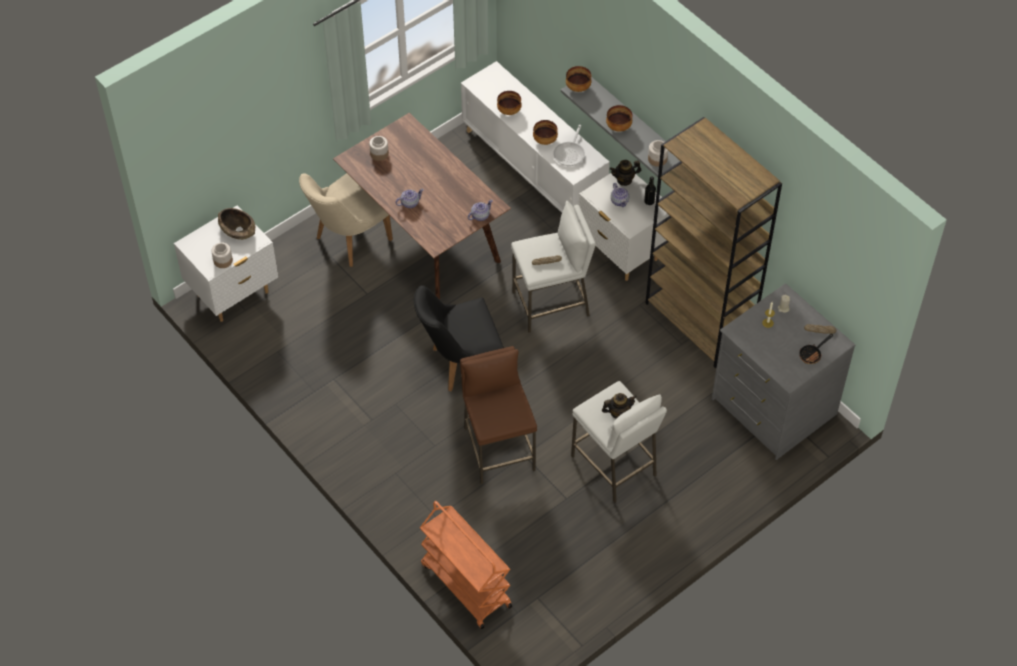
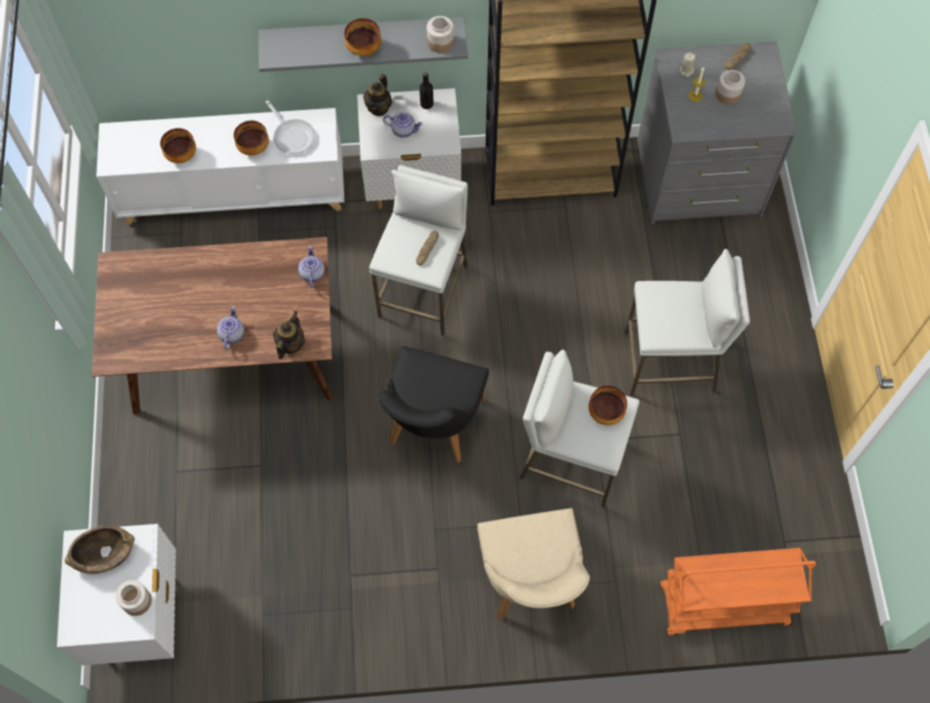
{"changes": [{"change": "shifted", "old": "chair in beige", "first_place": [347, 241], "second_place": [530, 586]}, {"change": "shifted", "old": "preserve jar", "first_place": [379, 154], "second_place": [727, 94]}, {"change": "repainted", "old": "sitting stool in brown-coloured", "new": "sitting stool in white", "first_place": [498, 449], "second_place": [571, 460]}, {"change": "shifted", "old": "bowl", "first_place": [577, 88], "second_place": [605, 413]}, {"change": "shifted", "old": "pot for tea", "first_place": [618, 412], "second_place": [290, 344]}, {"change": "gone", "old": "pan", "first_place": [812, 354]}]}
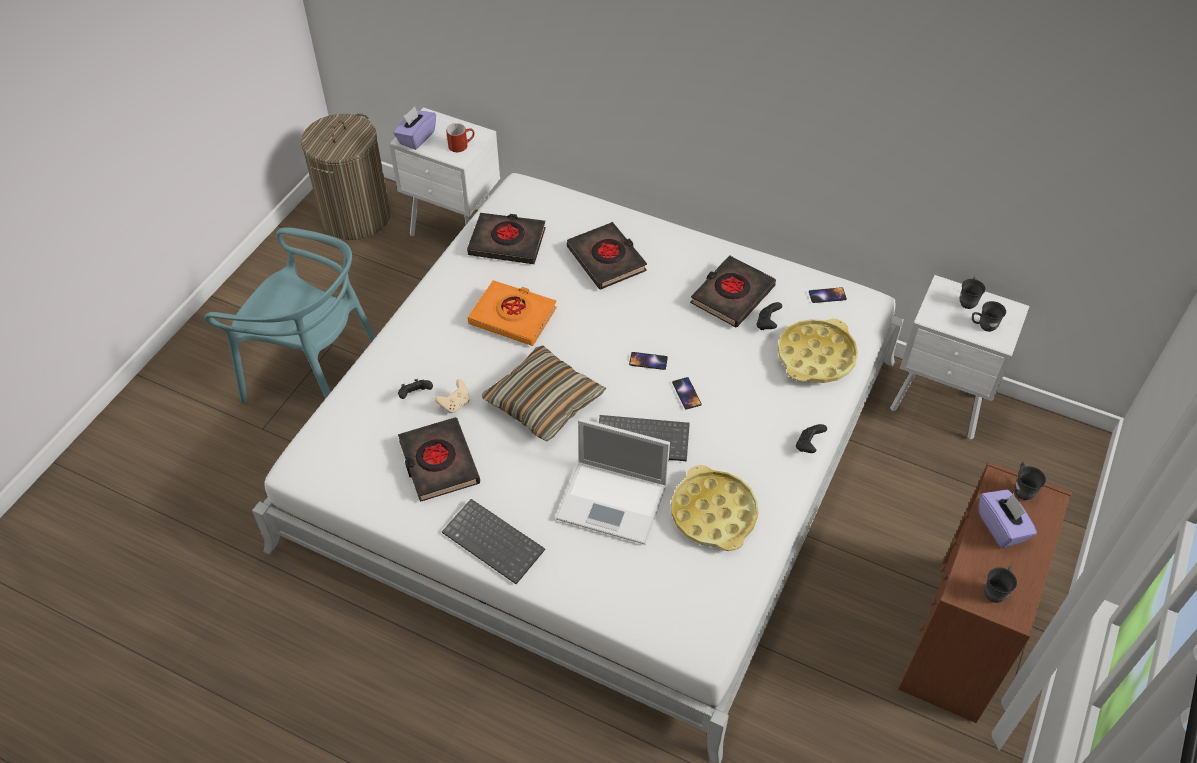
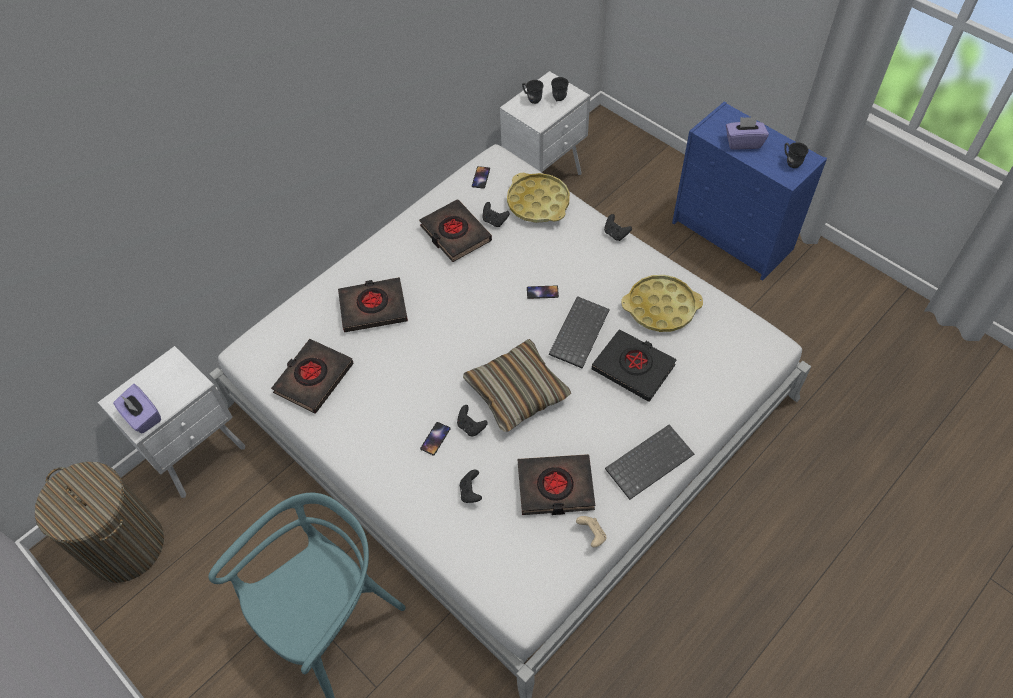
{"changes": [{"change": "shifted", "old": "game controller in beige", "first_place": [455, 404], "second_place": [592, 535]}, {"change": "gone", "old": "mug in red", "first_place": [461, 145]}, {"change": "gone", "old": "bound book in orange", "first_place": [513, 317]}, {"change": "swapped", "old": "portable computer", "new": "bound book in black", "first_place": [614, 502], "second_place": [633, 368]}, {"change": "shifted", "old": "handset", "first_place": [648, 361], "second_place": [435, 438]}, {"change": "repainted", "old": "chest of drawers in brown-coloured", "new": "chest of drawers in blue", "first_place": [958, 639], "second_place": [733, 236]}, {"change": "gone", "old": "mug in greyish", "first_place": [1022, 489]}, {"change": "new", "new": "game controller in black", "second_place": [471, 427]}]}
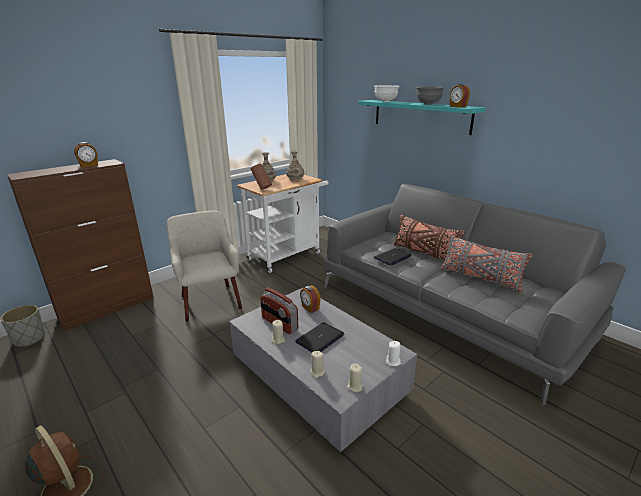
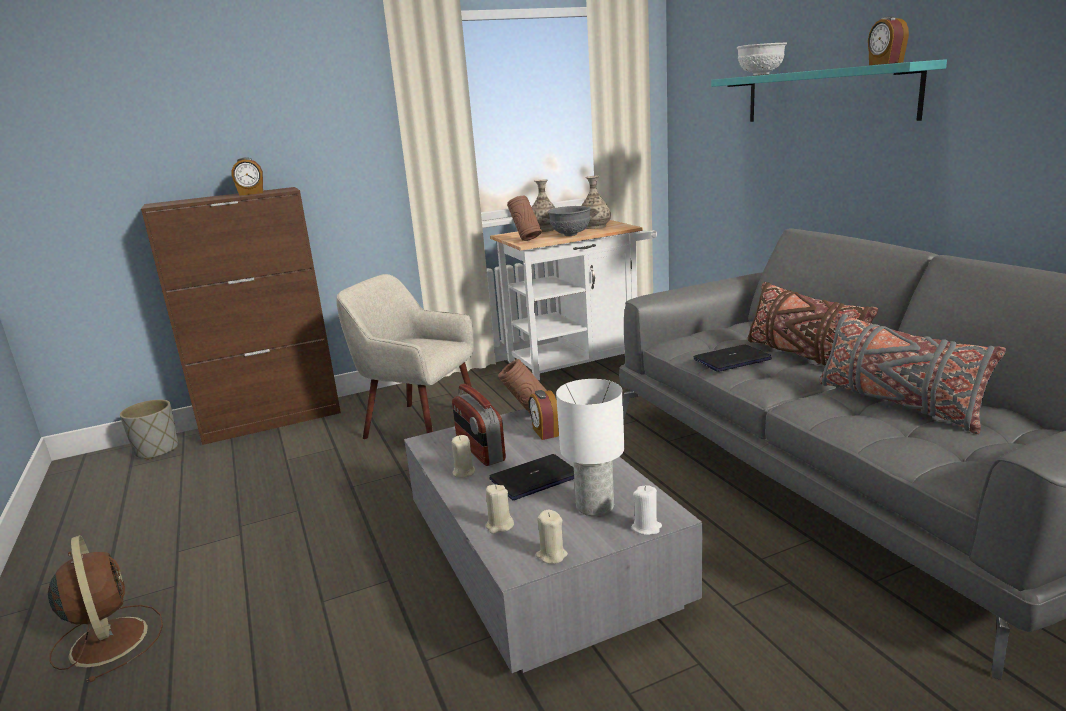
{"changes": [{"change": "rotated", "old": "armchair in beige", "first_place": [210, 301], "second_place": [420, 425], "degrees": -60}, {"change": "shifted", "old": "bowl in greyish", "first_place": [427, 104], "second_place": [570, 235]}, {"change": "new", "new": "decorative vase in brown-coloured", "second_place": [527, 413]}, {"change": "new", "new": "table lamp in white", "second_place": [593, 506]}]}
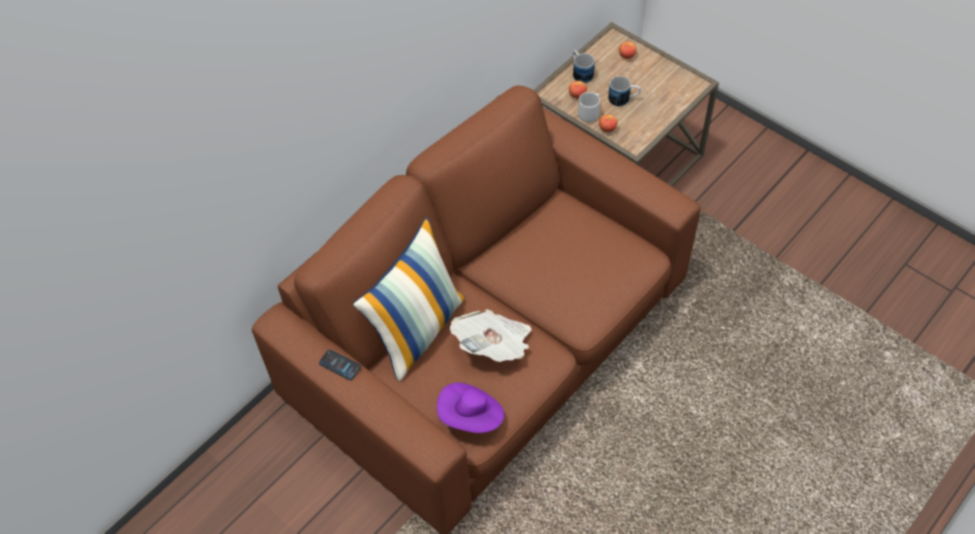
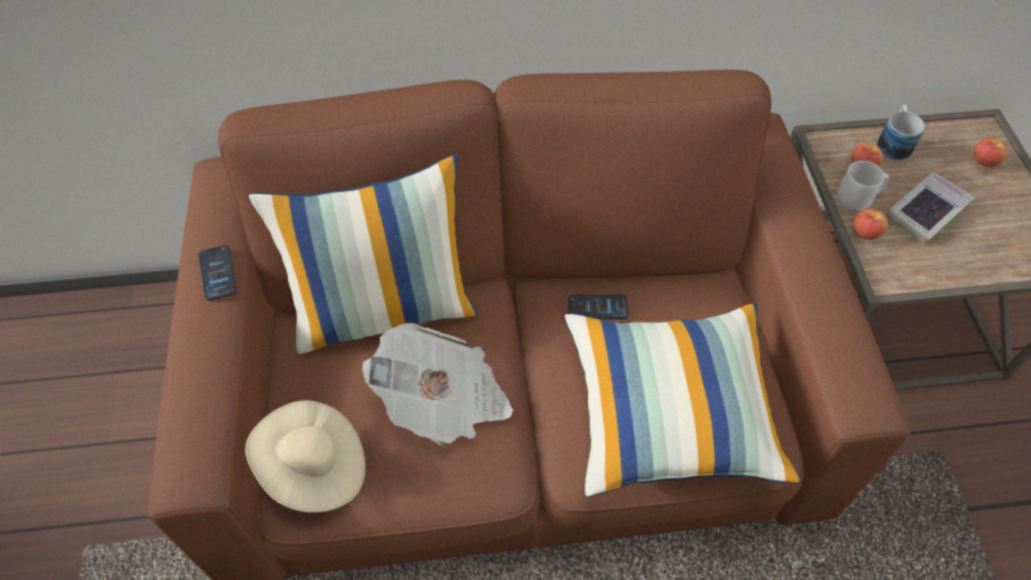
{"changes": [{"change": "repainted", "old": "hat in purplish", "new": "hat in beige", "first_place": [471, 417], "second_place": [314, 469]}, {"change": "swapped", "old": "mug", "new": "bound book", "first_place": [623, 99], "second_place": [926, 211]}, {"change": "new", "new": "pillow", "second_place": [671, 410]}, {"change": "new", "new": "handset", "second_place": [597, 308]}]}
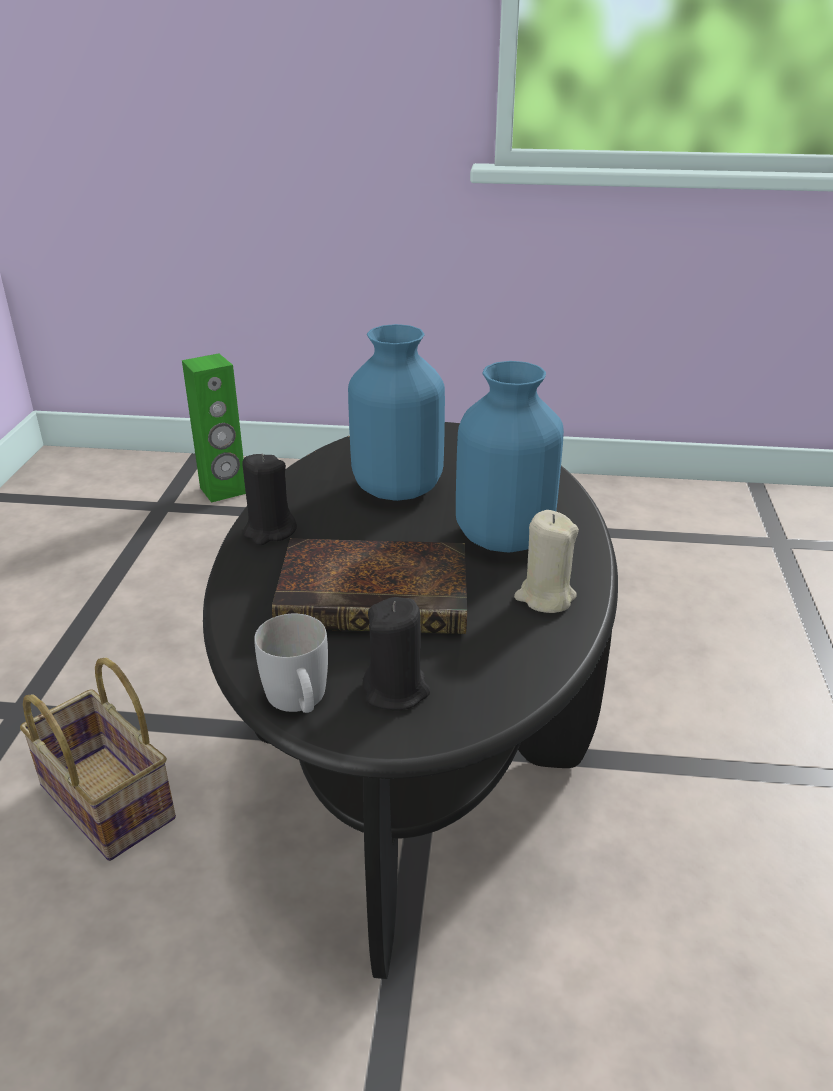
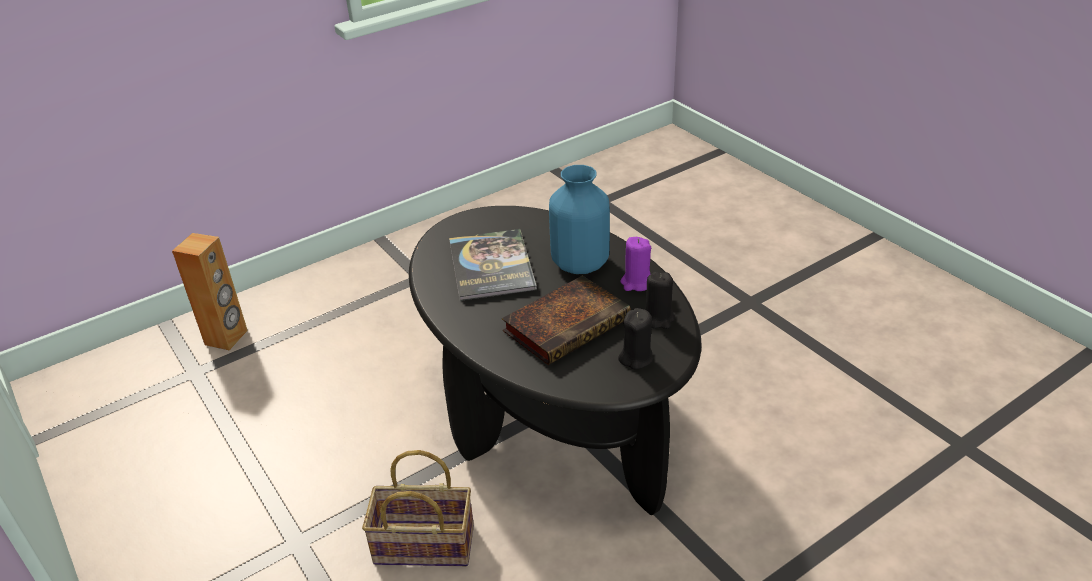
{"changes": [{"change": "repainted", "old": "speaker in green-coloured", "new": "speaker in brown-coloured", "first_place": [223, 490], "second_place": [226, 337]}, {"change": "shifted", "old": "wax candle in black", "first_place": [269, 531], "second_place": [658, 318]}, {"change": "gone", "old": "mug in white", "first_place": [299, 702]}, {"change": "swapped", "old": "decorative vase in blue", "new": "bound book", "first_place": [396, 488], "second_place": [491, 266]}, {"change": "repainted", "old": "wax candle in beige", "new": "wax candle in purplish", "first_place": [545, 597], "second_place": [636, 283]}]}
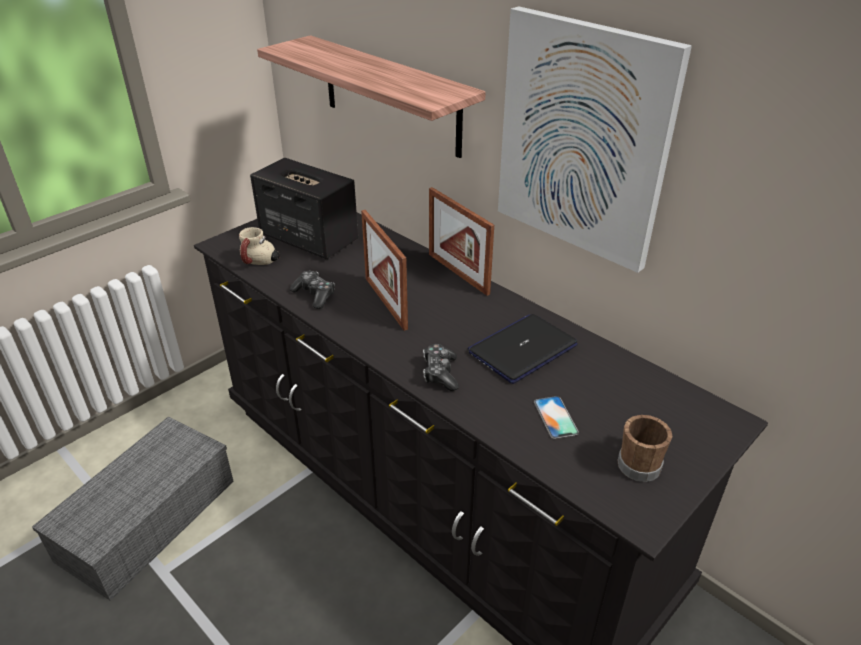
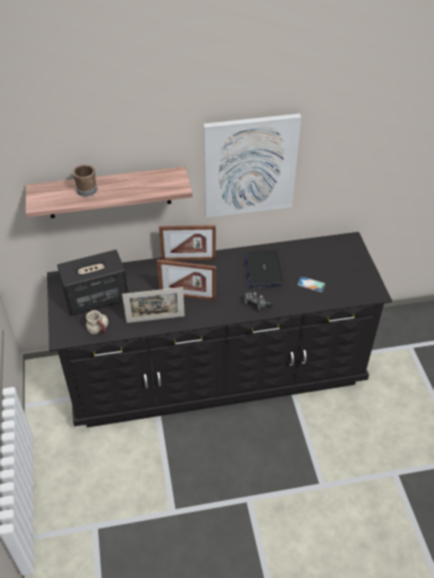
{"changes": [{"change": "gone", "old": "storage bin in greyish", "first_place": [147, 522]}, {"change": "swapped", "old": "game controller", "new": "standing frame", "first_place": [314, 295], "second_place": [155, 319]}, {"change": "shifted", "old": "mug in brown-coloured", "first_place": [639, 462], "second_place": [85, 189]}]}
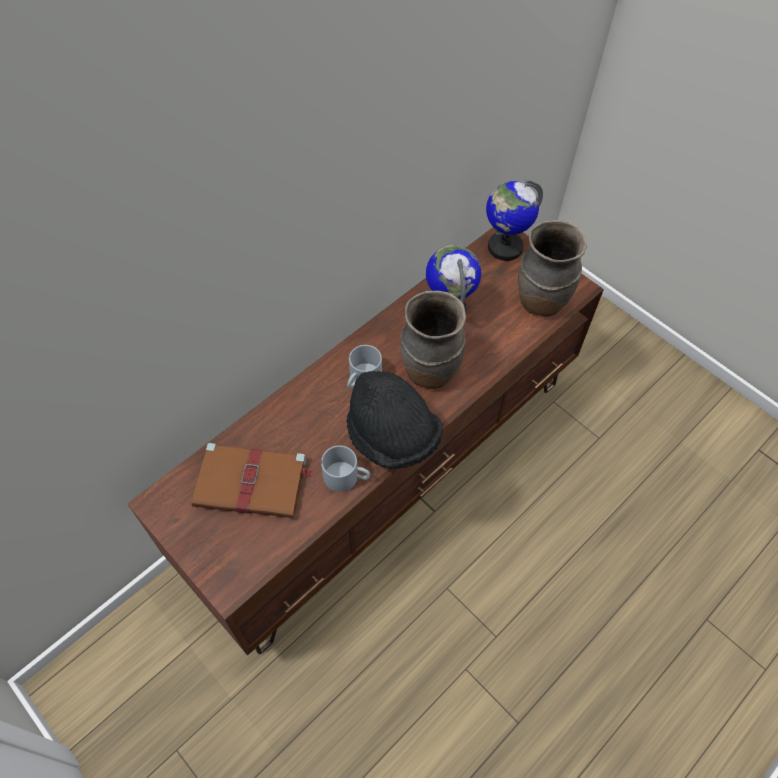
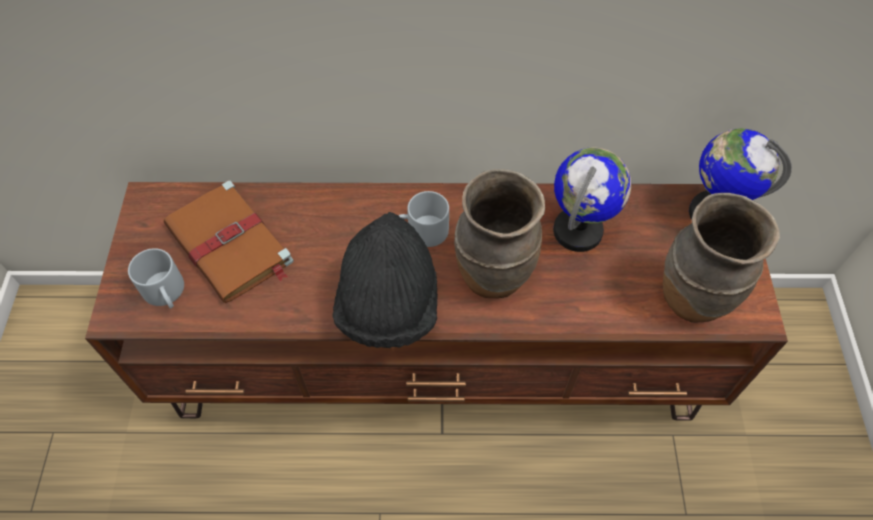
{"changes": [{"change": "shifted", "old": "mug in greyish", "first_place": [347, 477], "second_place": [167, 293]}]}
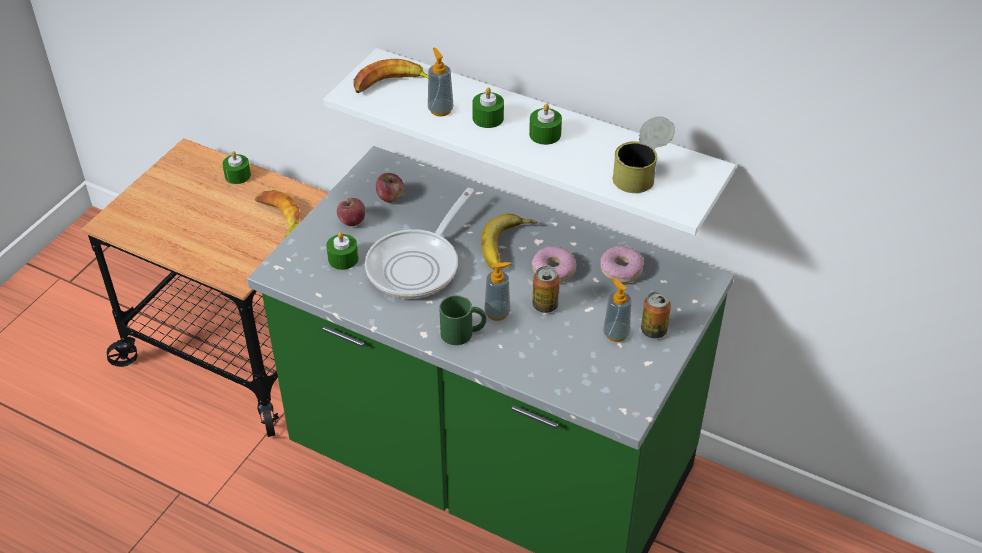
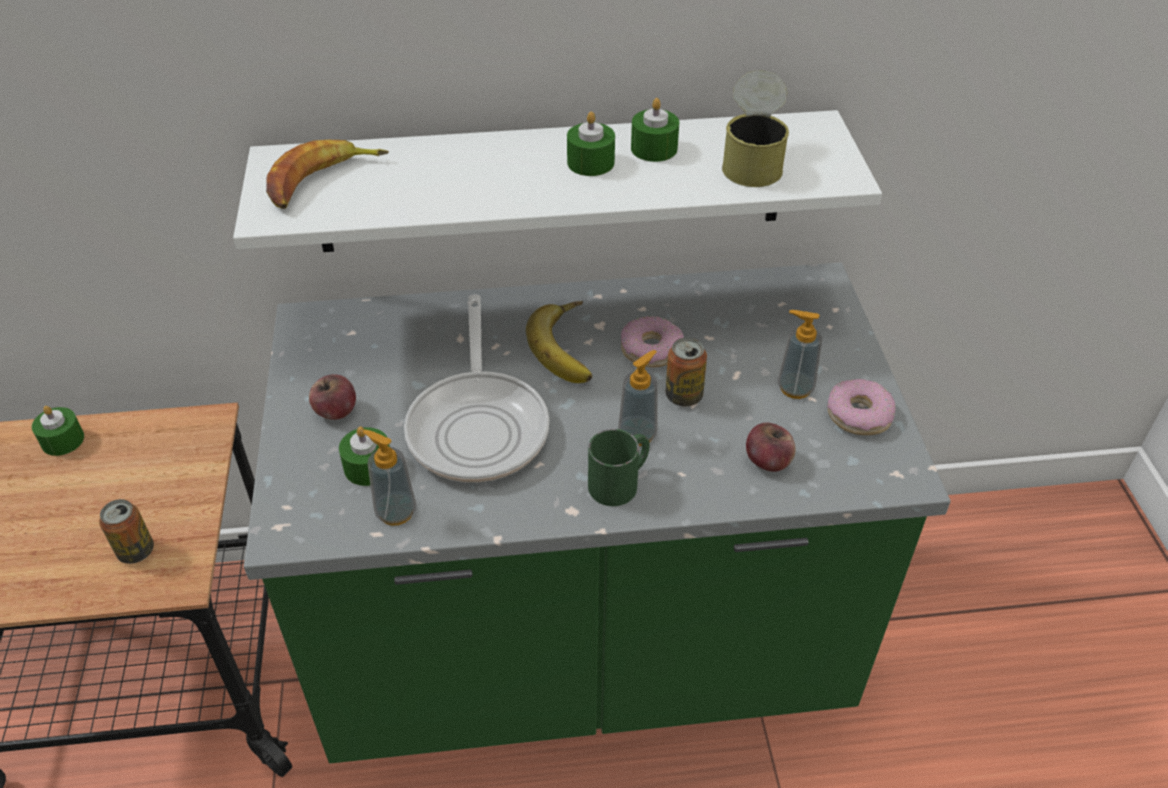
{"changes": [{"change": "gone", "old": "whole banana", "first_place": [278, 218]}, {"change": "shifted", "old": "apple fruit", "first_place": [390, 197], "second_place": [768, 461]}, {"change": "shifted", "old": "liquid soap bottle", "first_place": [440, 110], "second_place": [396, 512]}, {"change": "shifted", "old": "wax candle in green-coloured", "first_place": [488, 118], "second_place": [654, 148]}, {"change": "shifted", "old": "ring doughnut", "first_place": [621, 269], "second_place": [859, 415]}, {"change": "shifted", "old": "metal can", "first_place": [653, 330], "second_place": [136, 551]}]}
